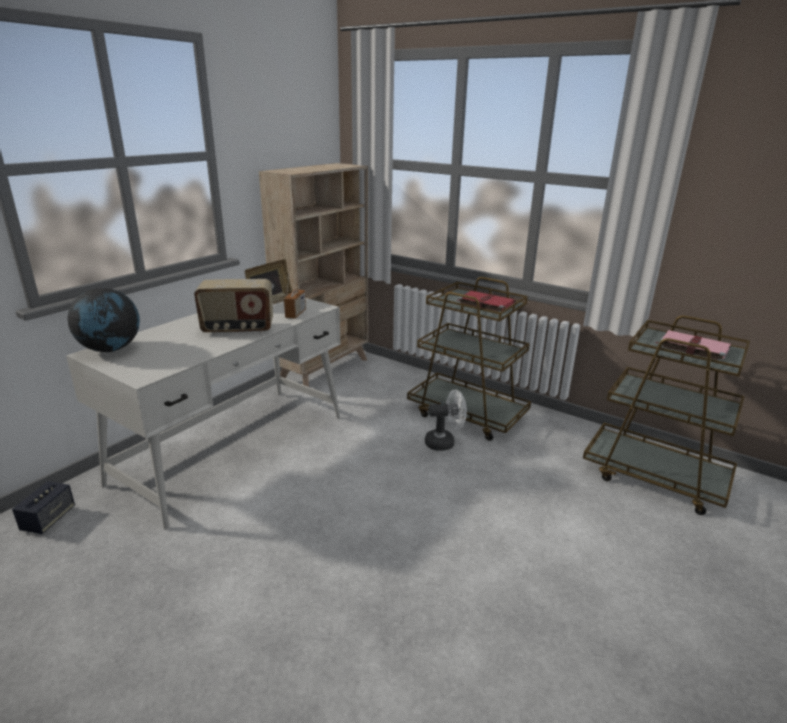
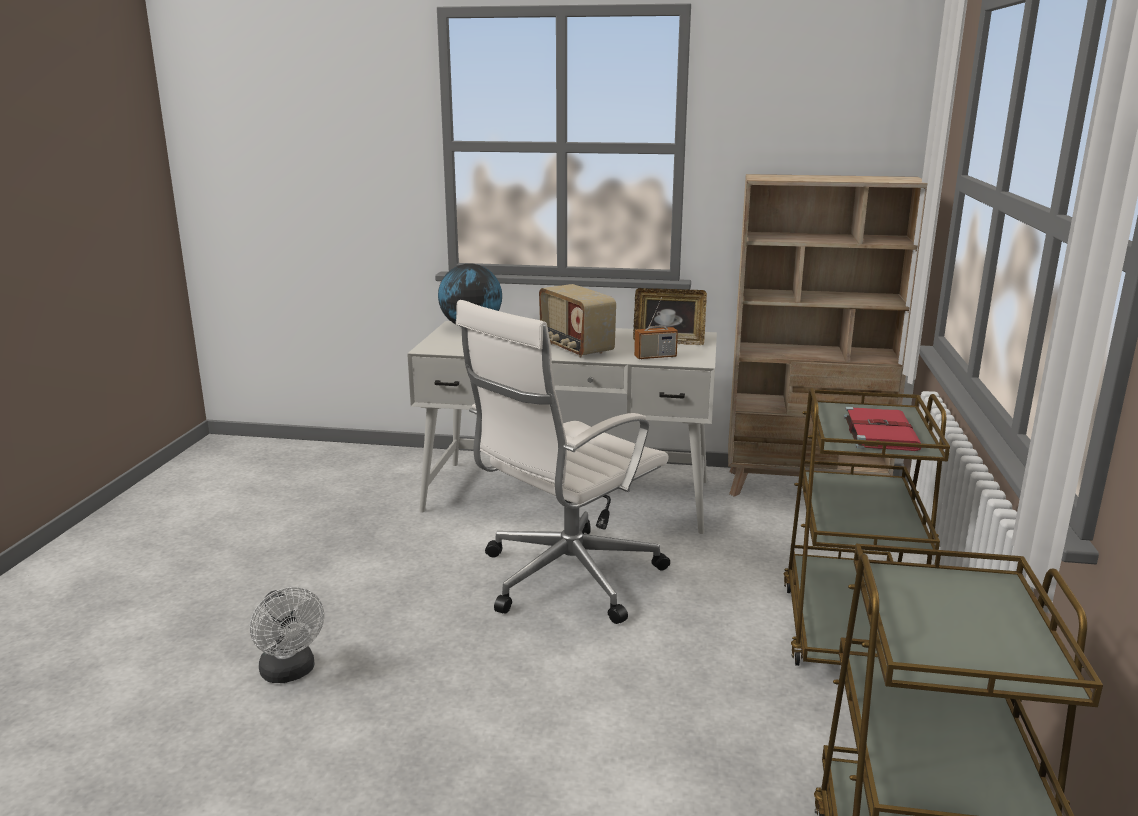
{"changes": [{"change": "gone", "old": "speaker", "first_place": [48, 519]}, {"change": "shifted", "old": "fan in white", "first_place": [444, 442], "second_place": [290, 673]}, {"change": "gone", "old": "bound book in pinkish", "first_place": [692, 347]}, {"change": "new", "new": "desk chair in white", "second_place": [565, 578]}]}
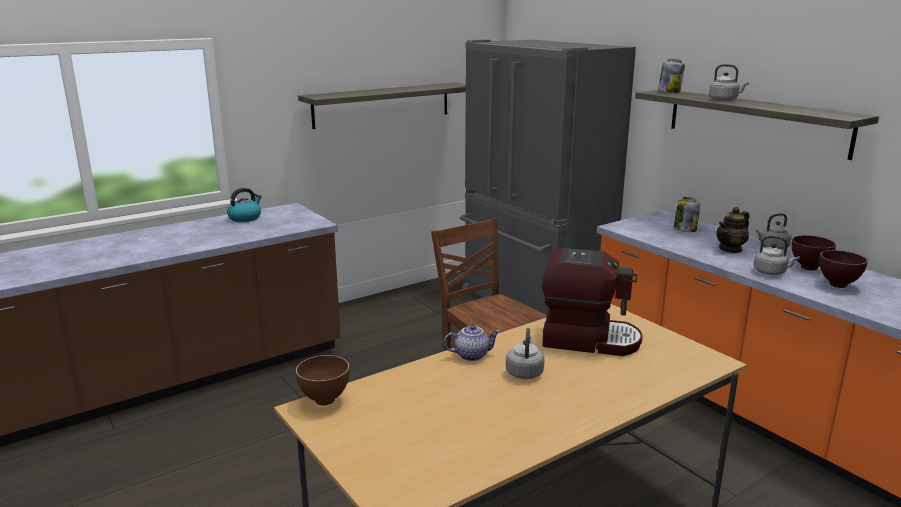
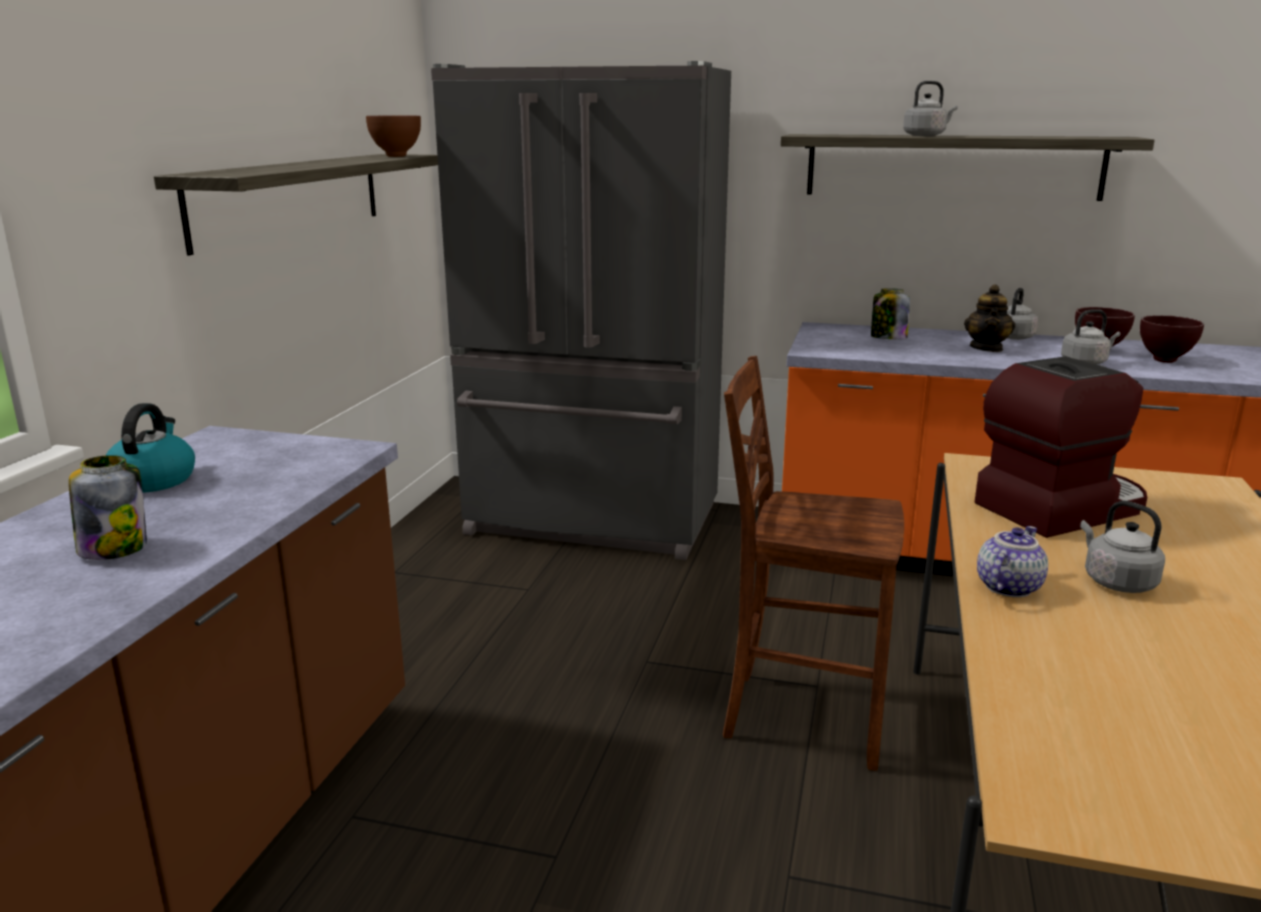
{"changes": [{"change": "shifted", "old": "bowl in brown-coloured", "first_place": [324, 402], "second_place": [397, 156]}, {"change": "shifted", "old": "preserve jar", "first_place": [669, 92], "second_place": [114, 548]}]}
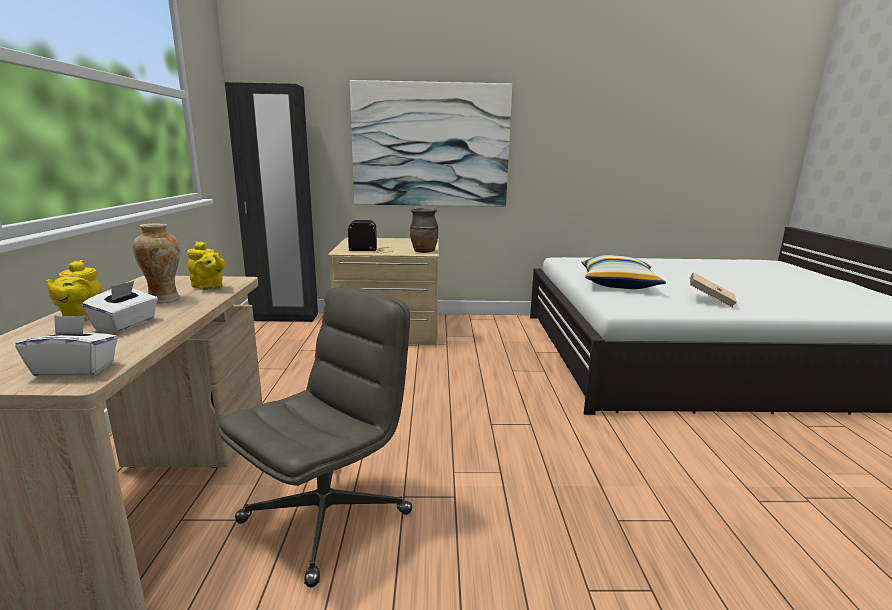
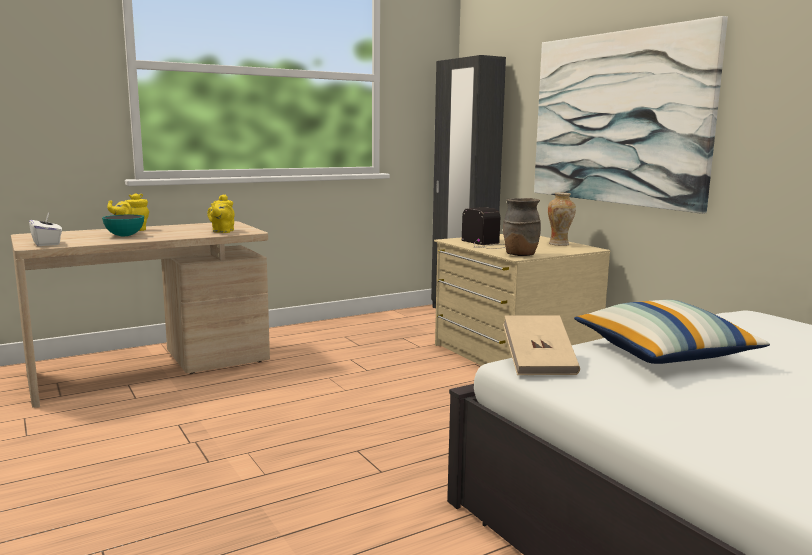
{"changes": [{"change": "swapped", "old": "tissue box in white", "new": "bowl", "first_place": [126, 324], "second_place": [124, 236]}, {"change": "shifted", "old": "decorative vase", "first_place": [165, 299], "second_place": [559, 244]}, {"change": "gone", "old": "desk chair in greyish", "first_place": [327, 515]}, {"change": "shifted", "old": "bound book in beige", "first_place": [710, 301], "second_place": [539, 364]}]}
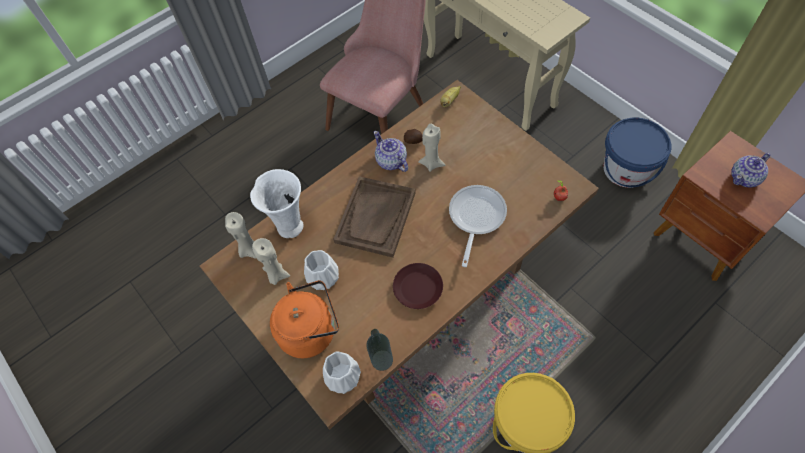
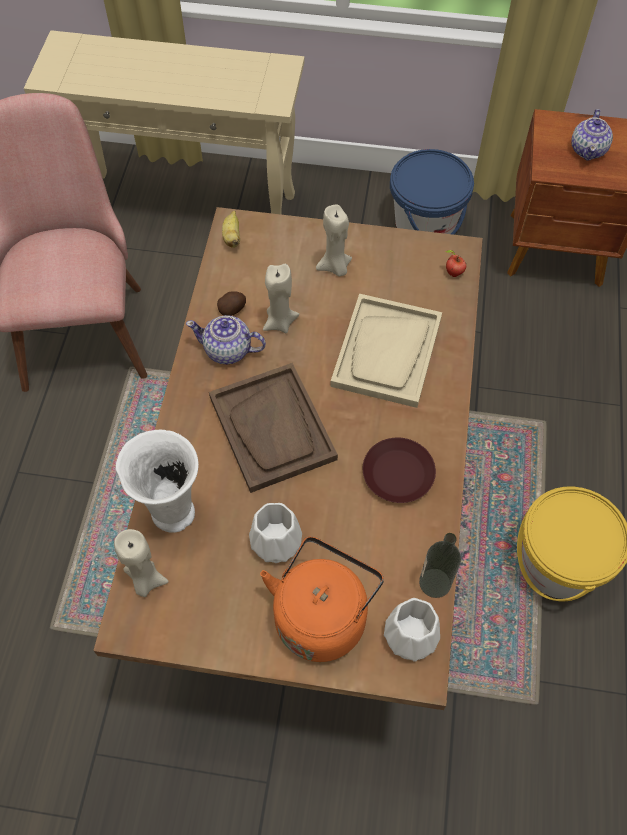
{"changes": [{"change": "shifted", "old": "wax candle in beige", "first_place": [276, 275], "second_place": [335, 267]}, {"change": "swapped", "old": "pan", "new": "serving tray in beige", "first_place": [475, 218], "second_place": [387, 352]}]}
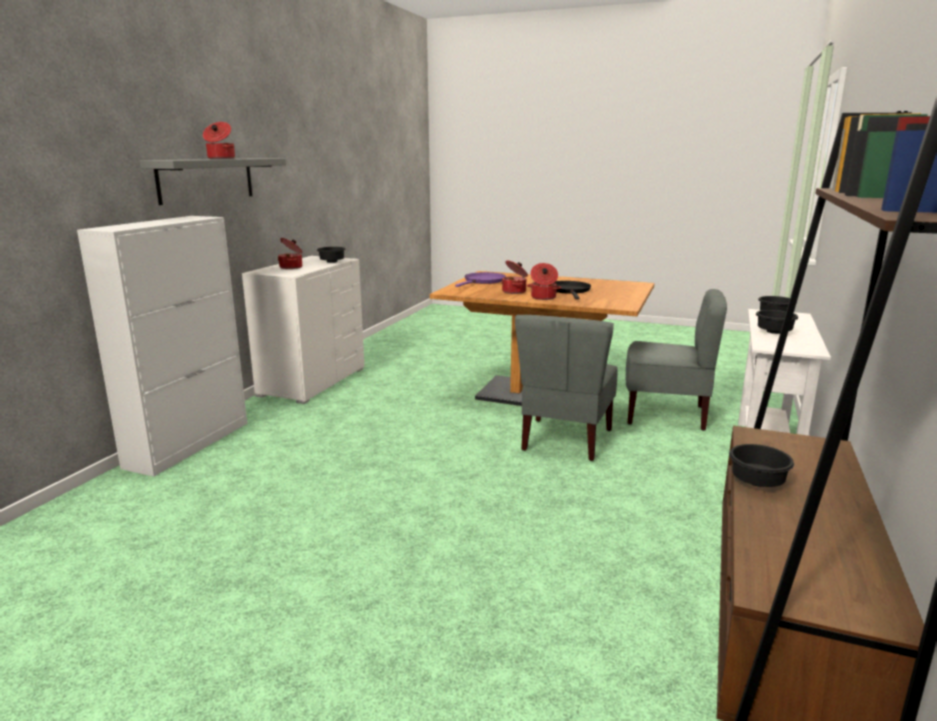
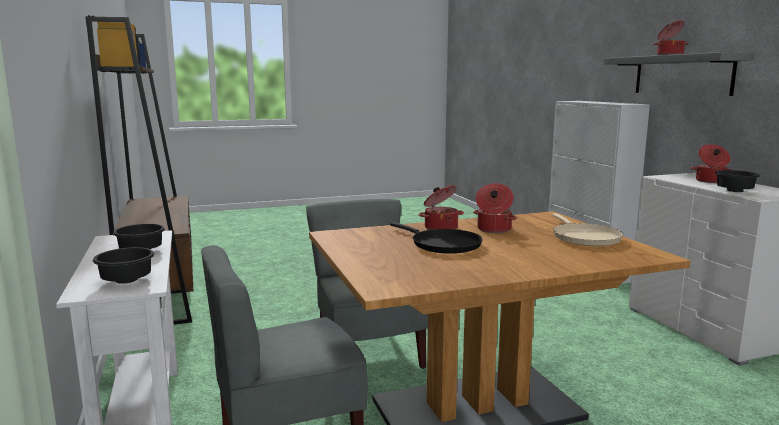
{"changes": [{"change": "repainted", "old": "pan in purplish", "new": "pan in beige", "first_place": [483, 281], "second_place": [584, 237]}, {"change": "gone", "old": "bowl in black", "first_place": [759, 483]}]}
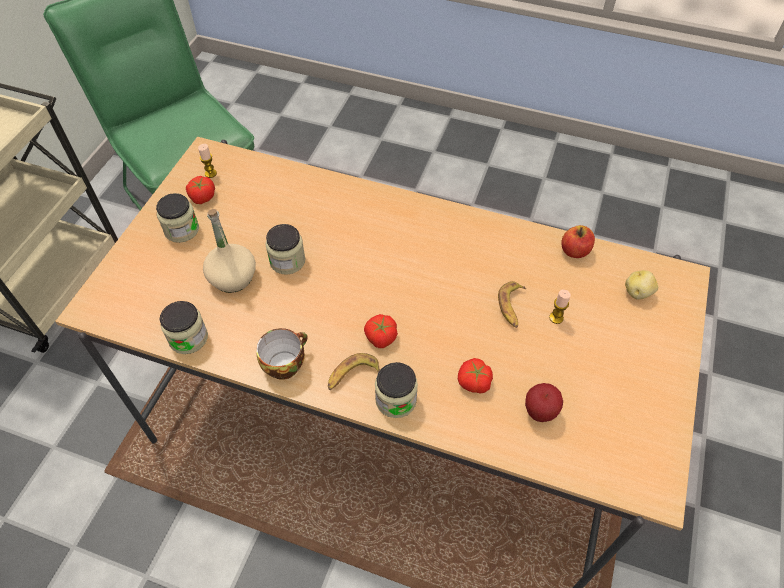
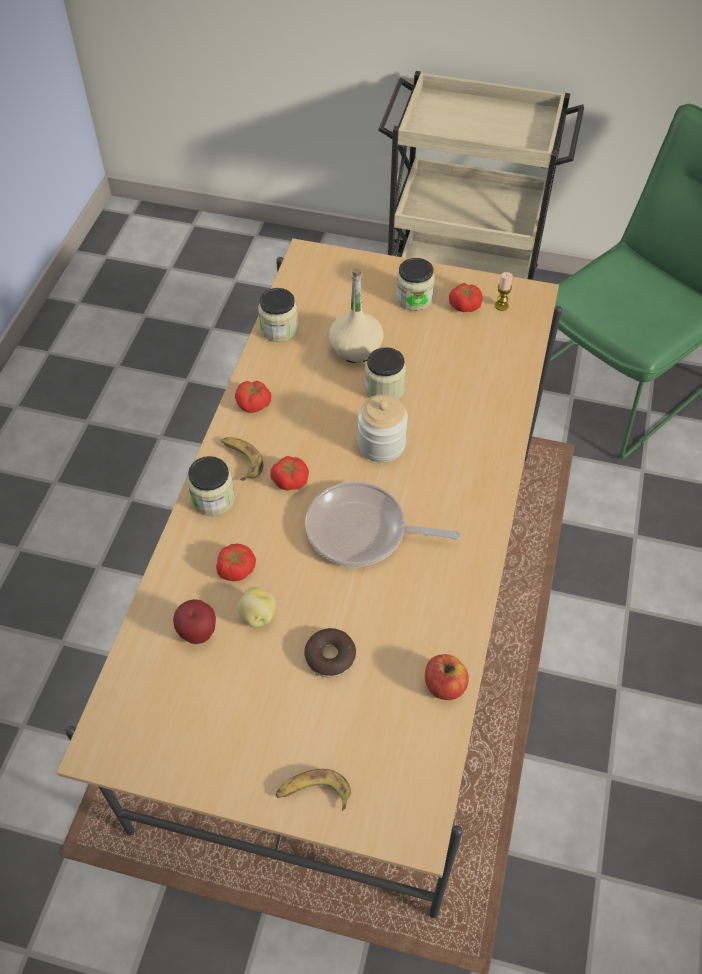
{"changes": [{"change": "swapped", "old": "drinking cup", "new": "tomato", "first_place": [285, 363], "second_place": [254, 404]}, {"change": "shifted", "old": "whole banana", "first_place": [511, 307], "second_place": [313, 793]}, {"change": "swapped", "old": "wax candle", "new": "ring doughnut", "first_place": [556, 318], "second_place": [330, 656]}, {"change": "shifted", "old": "whole potato", "first_place": [638, 292], "second_place": [257, 616]}, {"change": "new", "new": "pan", "second_place": [362, 531]}, {"change": "new", "new": "preserve jar", "second_place": [381, 444]}]}
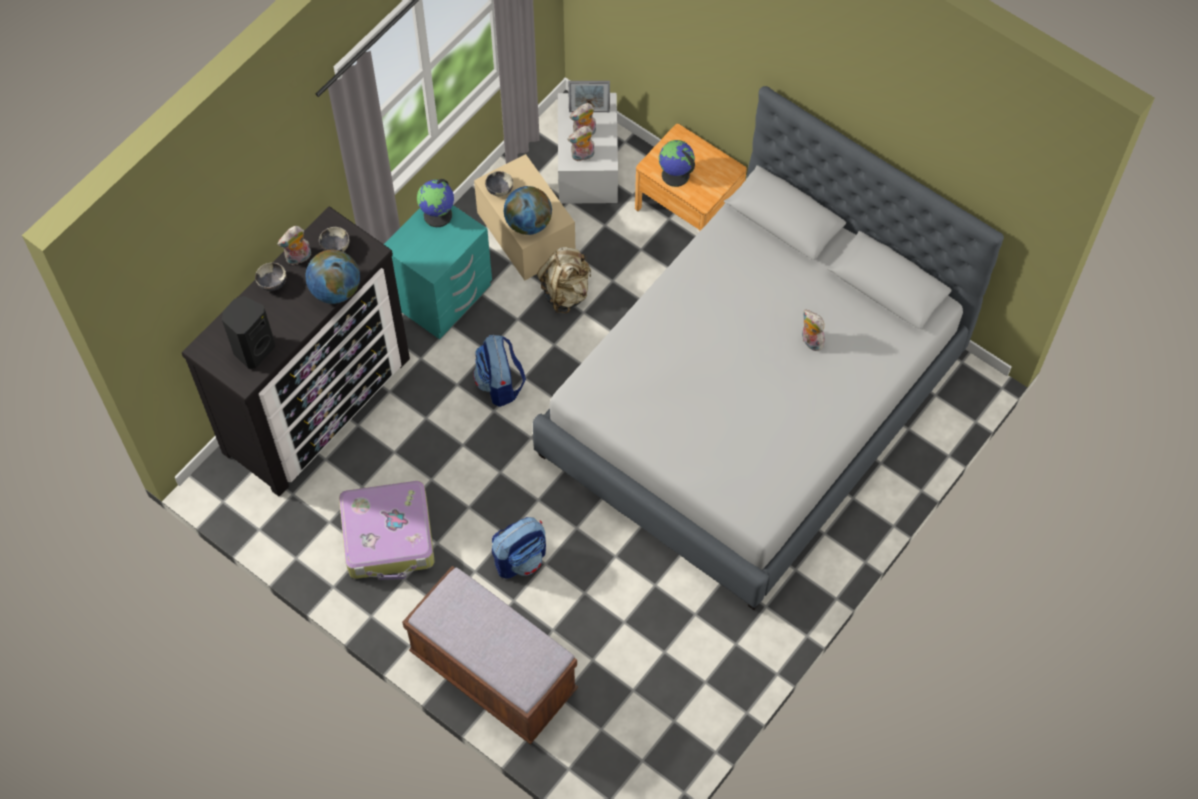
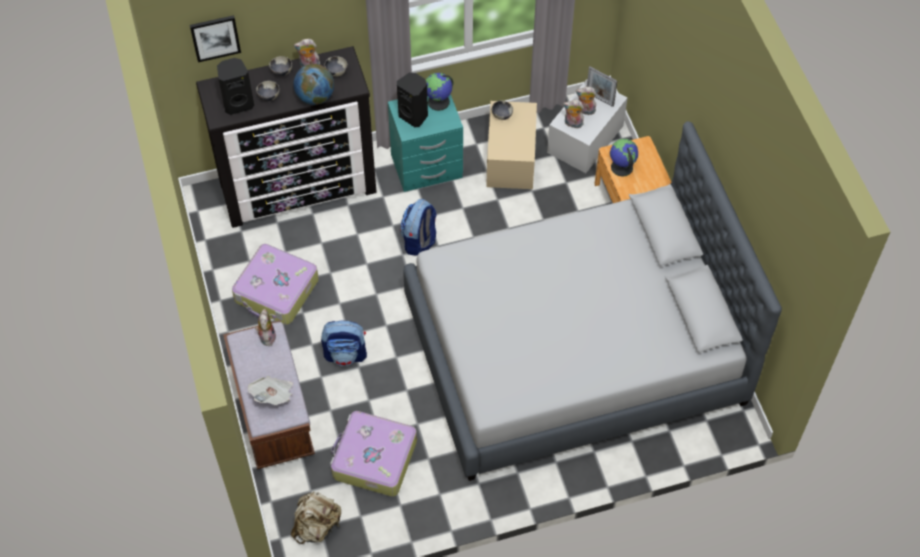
{"changes": [{"change": "gone", "old": "world globe", "first_place": [528, 223]}, {"change": "shifted", "old": "knapsack in beige", "first_place": [566, 291], "second_place": [316, 526]}, {"change": "shifted", "old": "plush toy", "first_place": [810, 341], "second_place": [266, 336]}, {"change": "new", "new": "picture", "second_place": [215, 37]}, {"change": "new", "new": "printed paper", "second_place": [273, 395]}, {"change": "new", "new": "bowl", "second_place": [268, 97]}, {"change": "new", "new": "piece of luggage", "second_place": [373, 459]}, {"change": "new", "new": "speaker in black", "second_place": [414, 115]}]}
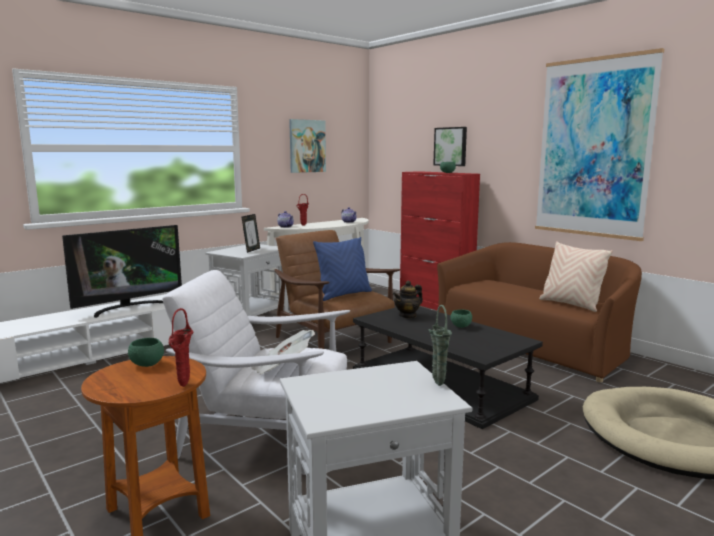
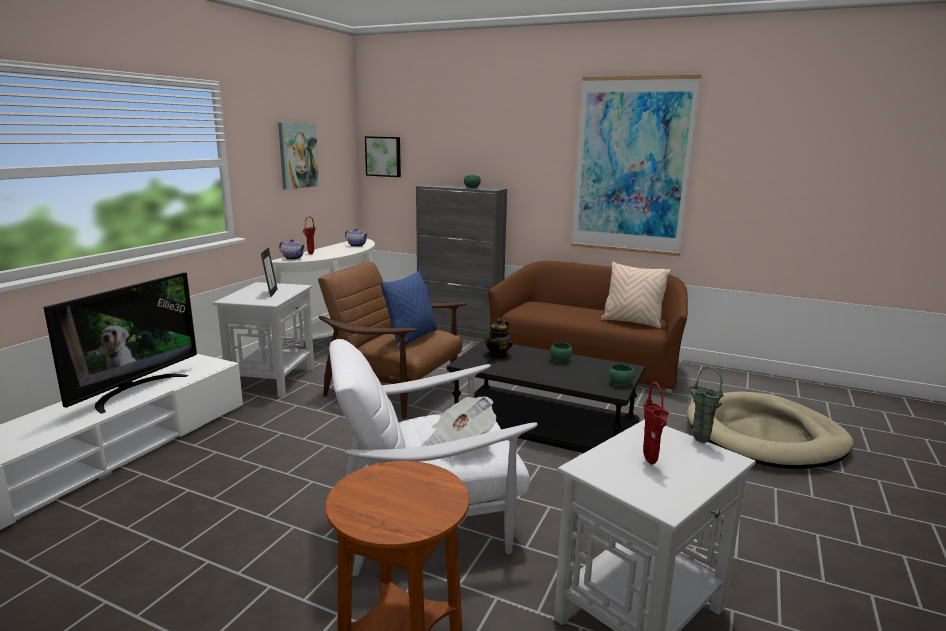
{"changes": [{"change": "shifted", "old": "bowl in green-coloured", "first_place": [147, 364], "second_place": [620, 383]}, {"change": "shifted", "old": "decorative vase in red", "first_place": [183, 386], "second_place": [651, 464]}, {"change": "repainted", "old": "cabinet in red", "new": "cabinet in greyish", "first_place": [435, 305], "second_place": [460, 330]}, {"change": "shifted", "old": "picture", "first_place": [451, 146], "second_place": [383, 156]}]}
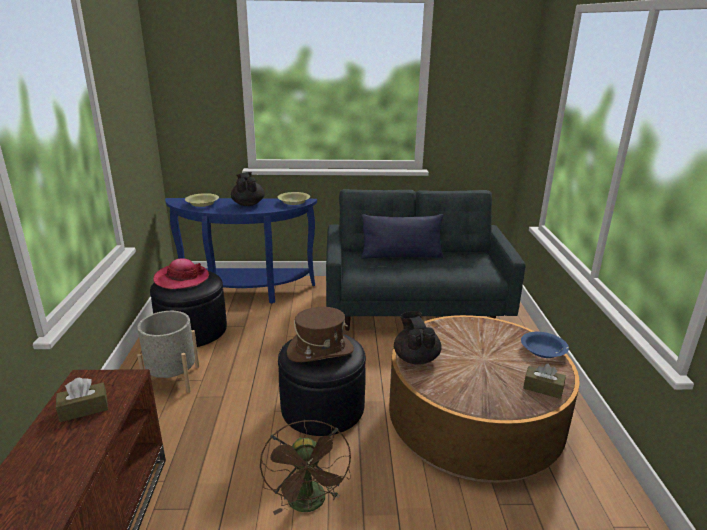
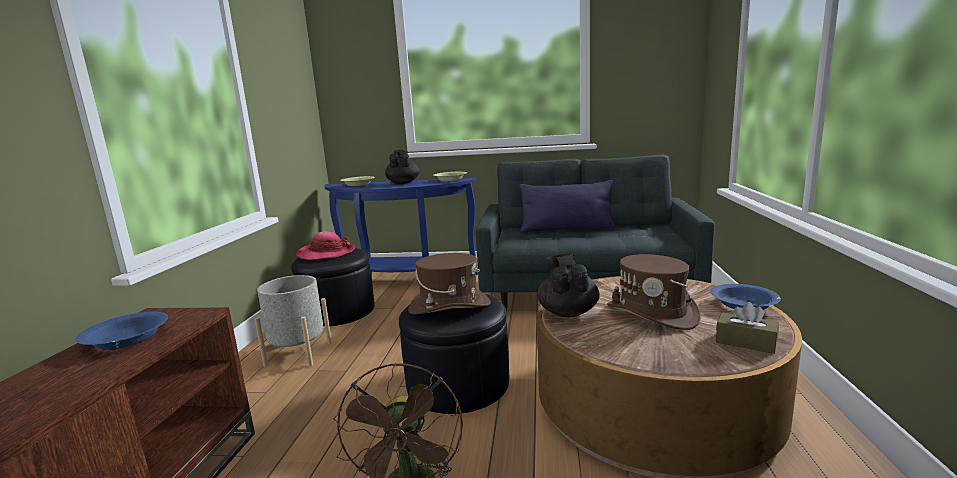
{"changes": [{"change": "swapped", "old": "tissue box in brown-coloured", "new": "bowl in blue", "first_place": [84, 409], "second_place": [127, 340]}, {"change": "new", "new": "hat in brown-coloured", "second_place": [652, 313]}]}
